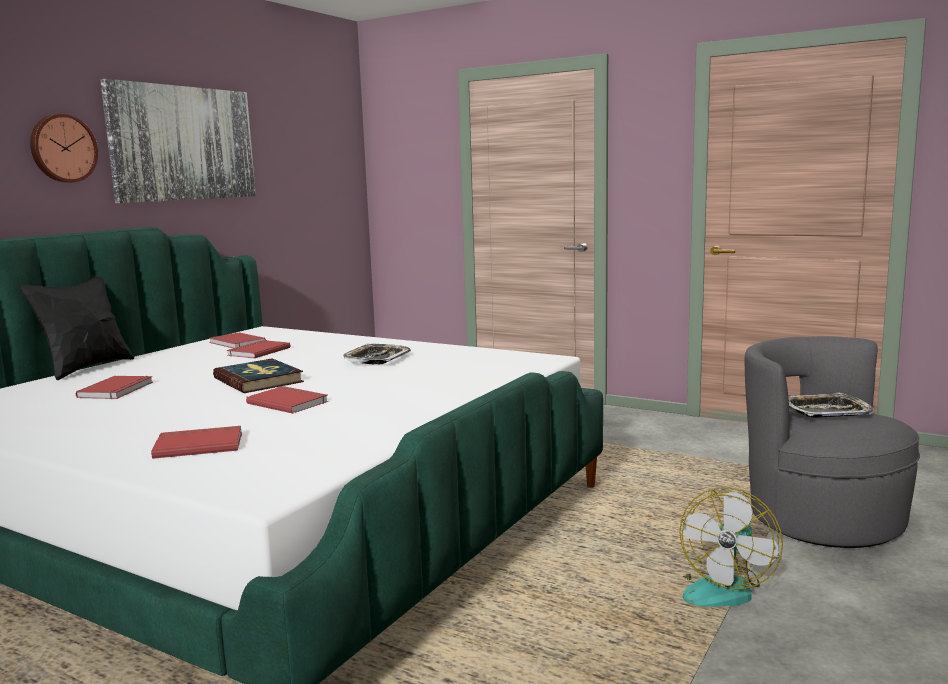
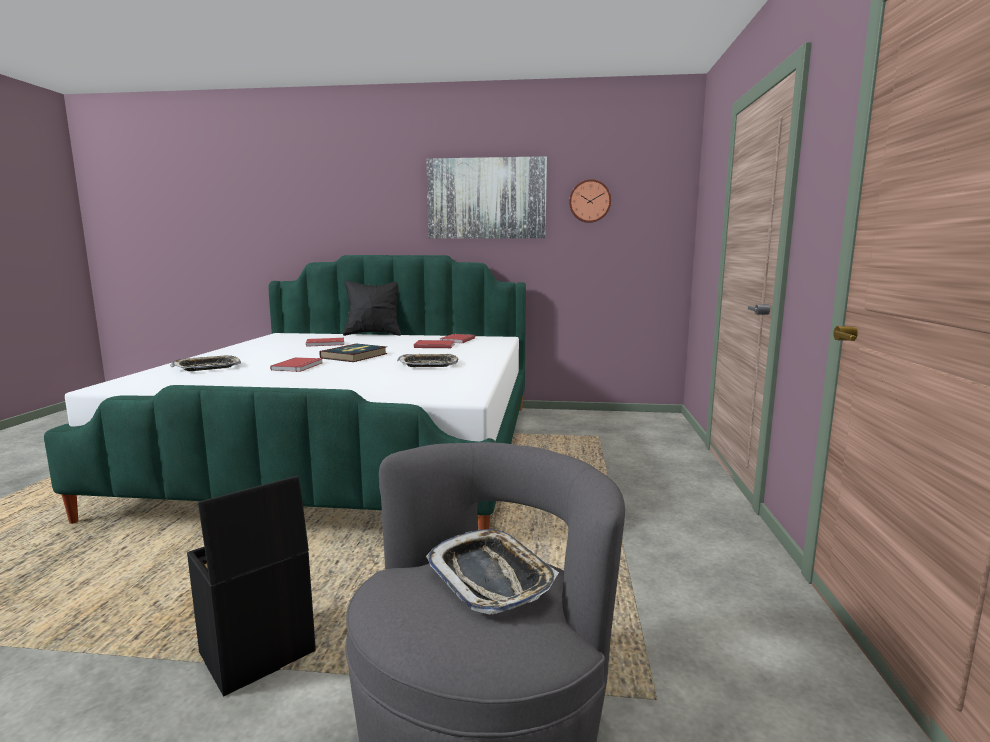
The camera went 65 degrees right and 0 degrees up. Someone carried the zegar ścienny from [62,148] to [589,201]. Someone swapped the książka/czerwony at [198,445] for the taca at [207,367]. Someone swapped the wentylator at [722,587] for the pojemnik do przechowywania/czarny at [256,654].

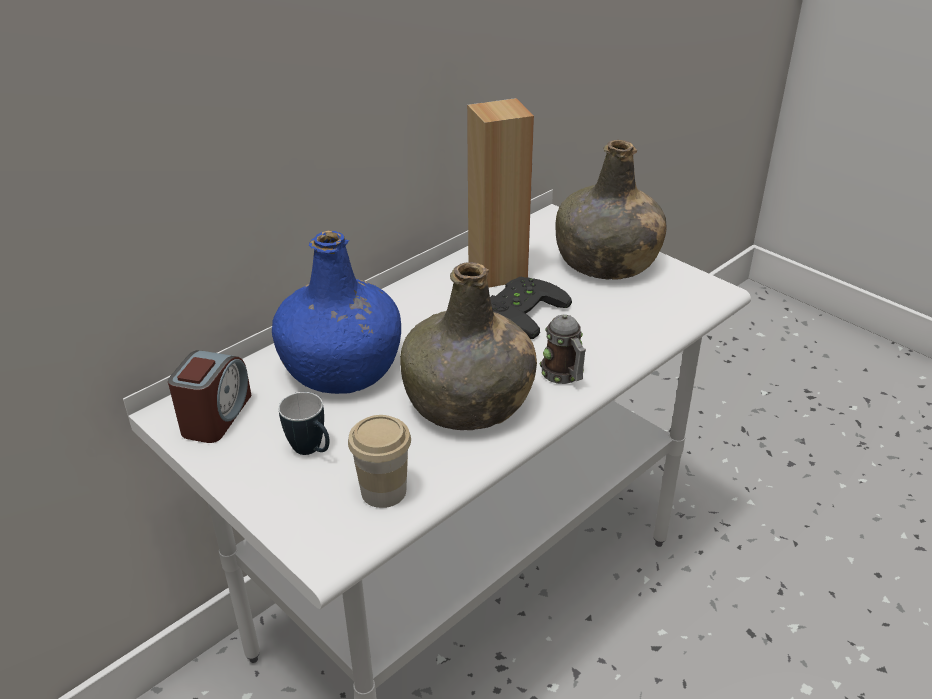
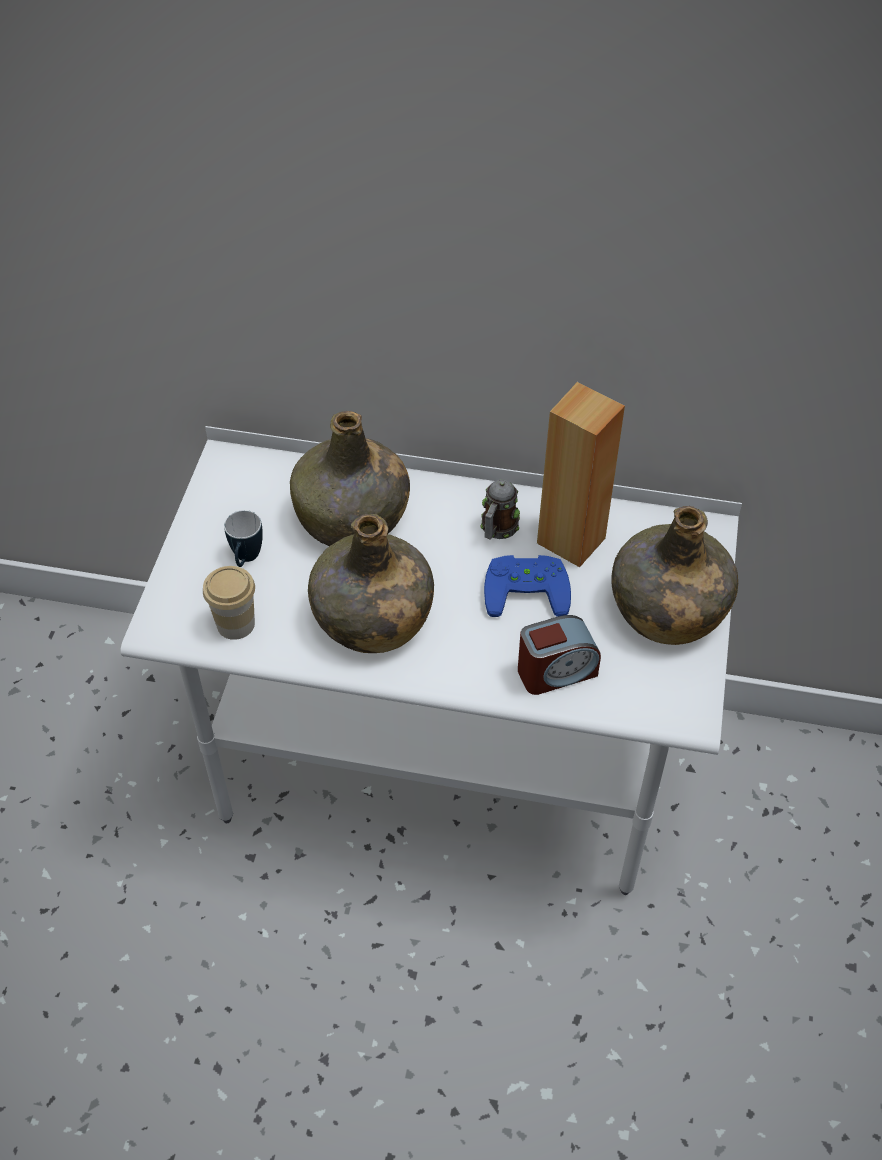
The camera went 55 degrees right and 15 degrees up. Someone repainted the butelka/niebieski at [343,367], which became the butelka/zielony at [352,518]. Someone repainted the pad do gier/czarny at [521,310], which became the pad do gier/niebieski at [527,587]. Someone carried the kubek from [564,375] to [497,529]. Someone carried the budzik from [216,416] to [556,671].

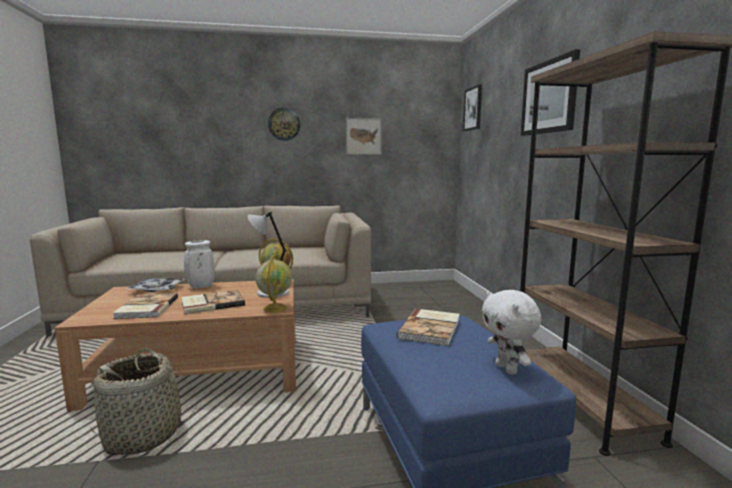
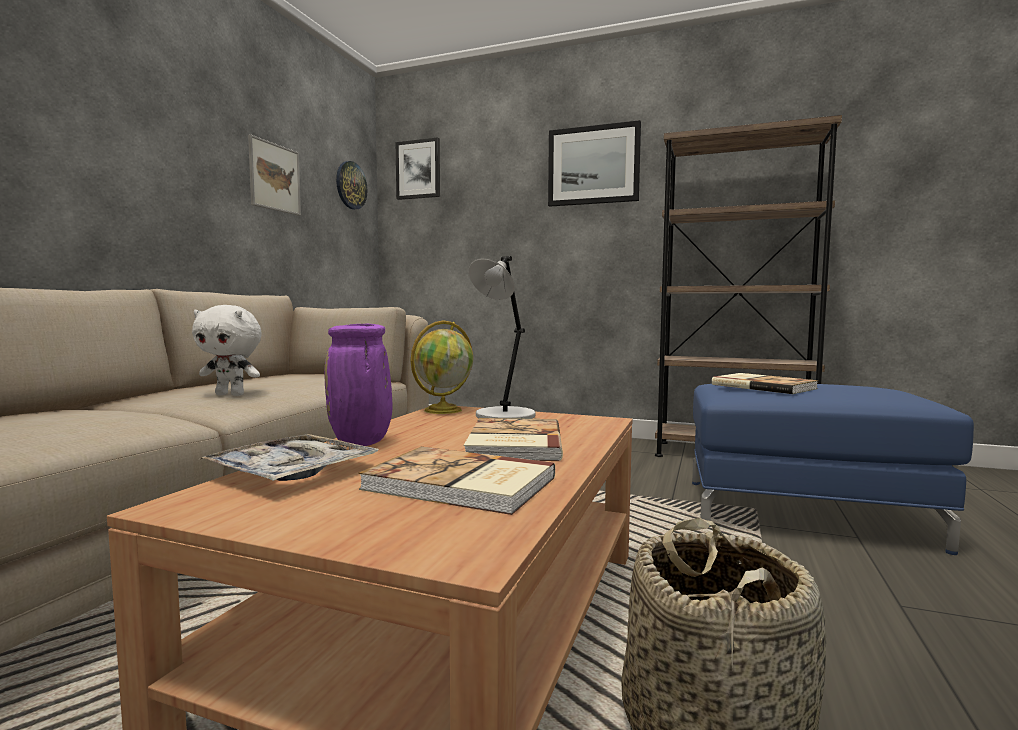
The camera went 60 degrees left and 5 degrees down. Someone carried the zegar ścienny from [284,124] to [350,185]. Someone repainted the wazon/biały at [200,287], which became the wazon/fioletowy at [361,443]. Someone took away the globus at [275,308]. Someone carried the pluszak/biały from [507,369] to [231,394].

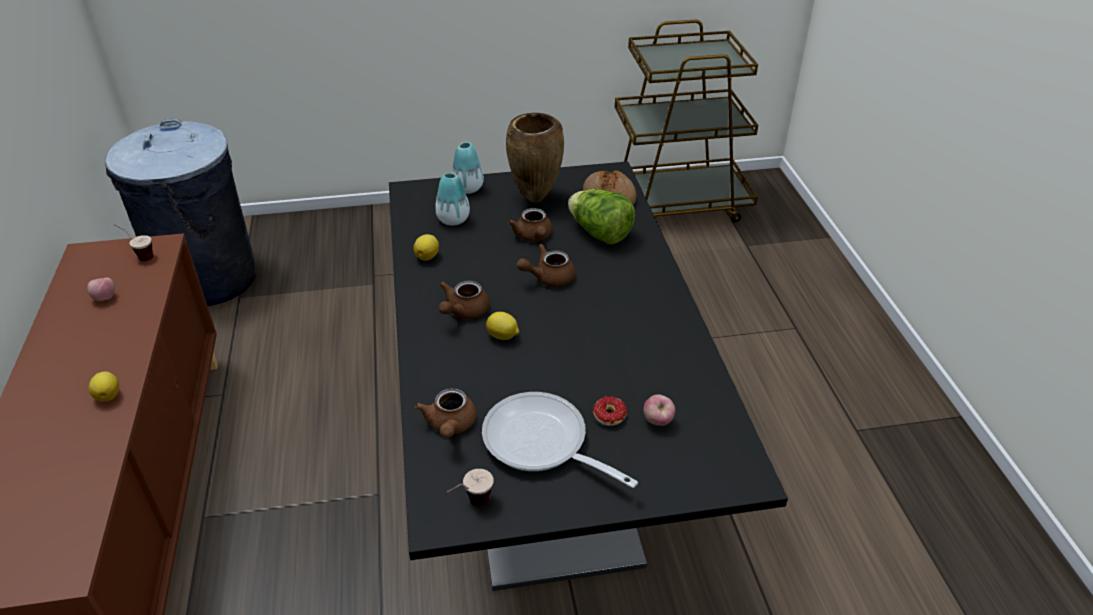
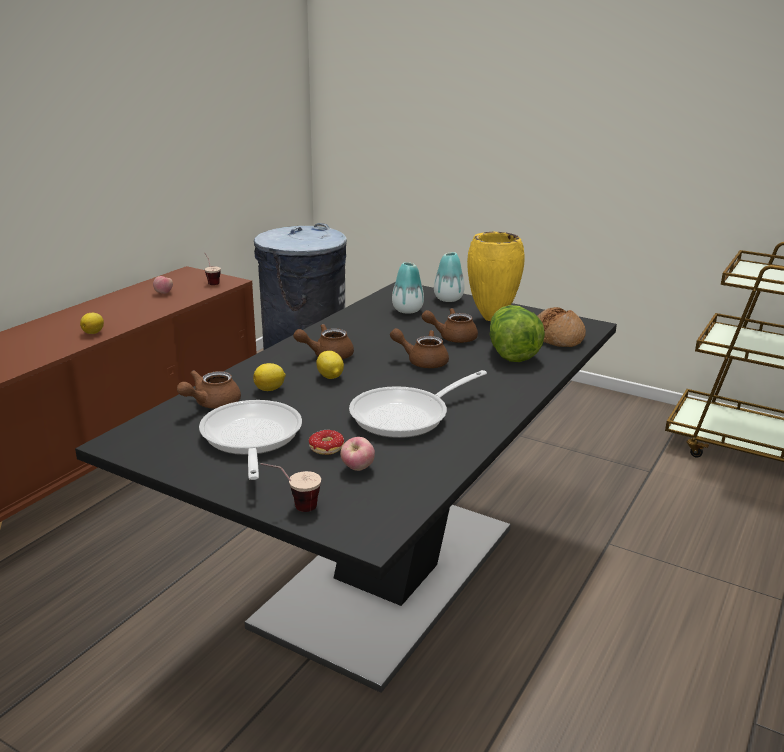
The camera went 40 degrees right and 15 degrees down. Someone repainted the wazon/brązowy at [535,199], which became the wazon/żółty at [490,319]. Someone rotated the imbryk/brązowy at [534,237] by 60 degrees clockwise. Someone carried the cytryna from [428,256] to [270,389]. Someone carried the filiżanka from [471,507] to [292,507]. Someone put down the patelnia at [407,416].

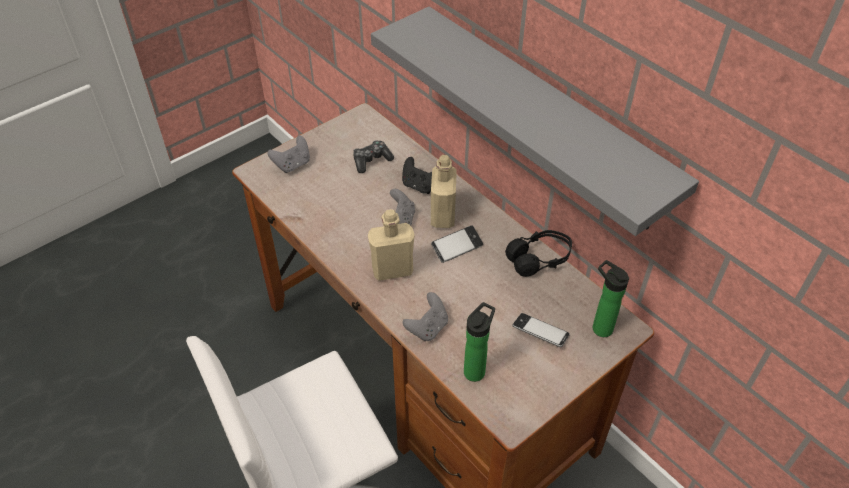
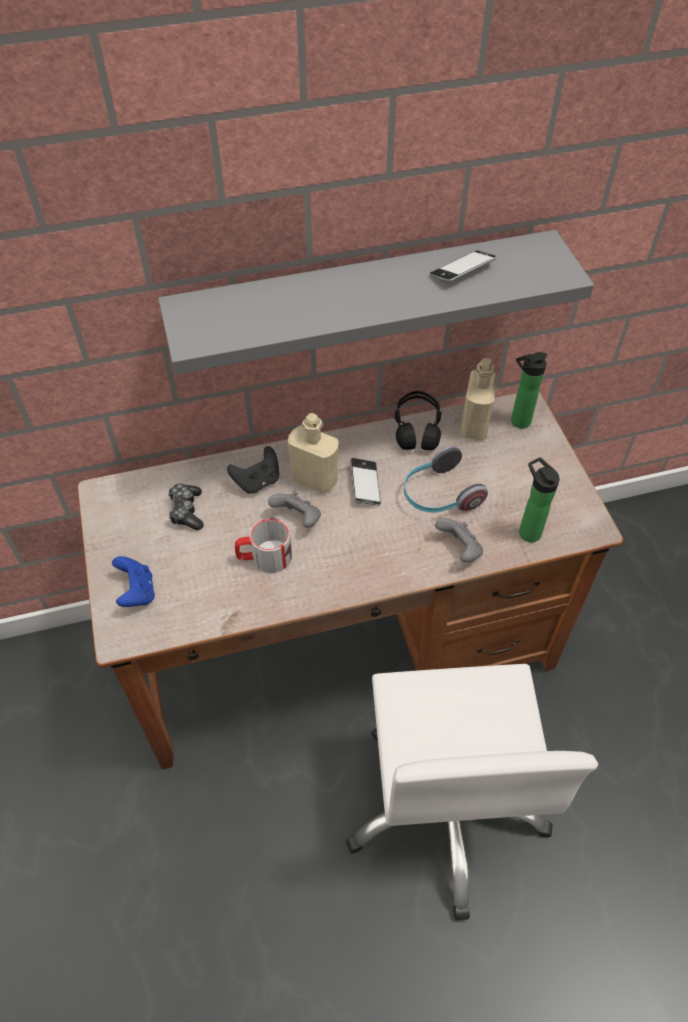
The camera went 65 degrees left and 5 degrees up. Someone repainted the pad do gier/szary at [292,164], which became the pad do gier/niebieski at [137,592]. Someone carried the butelka/beżowy from [392,270] to [474,426]. Someone carried the telefon from [540,333] to [462,271]. Someone put down the słuchawki at [439,495]. Someone put down the kubek at [264,557].

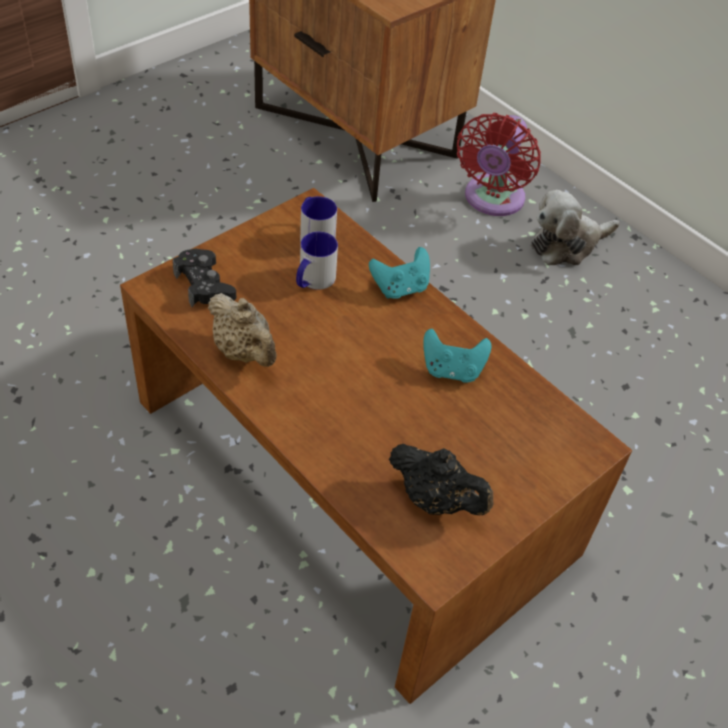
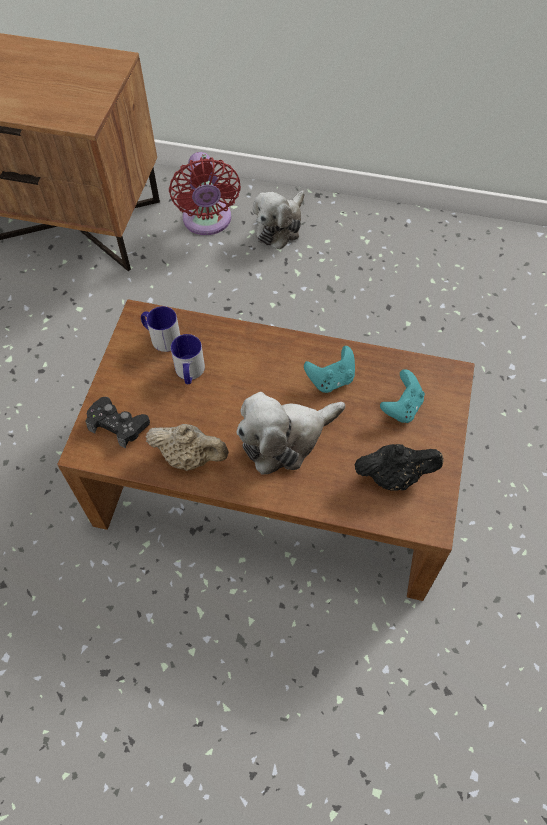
The camera went 30 degrees left and 10 degrees up. Someone carried the pad do gier/turkusowy from [400,288] to [402,407]. Someone put down the pluszak at [286,439].

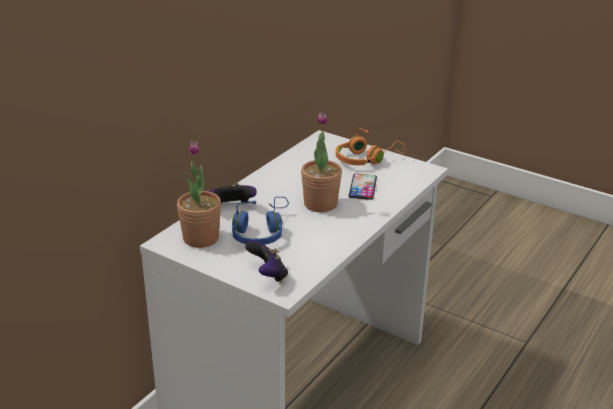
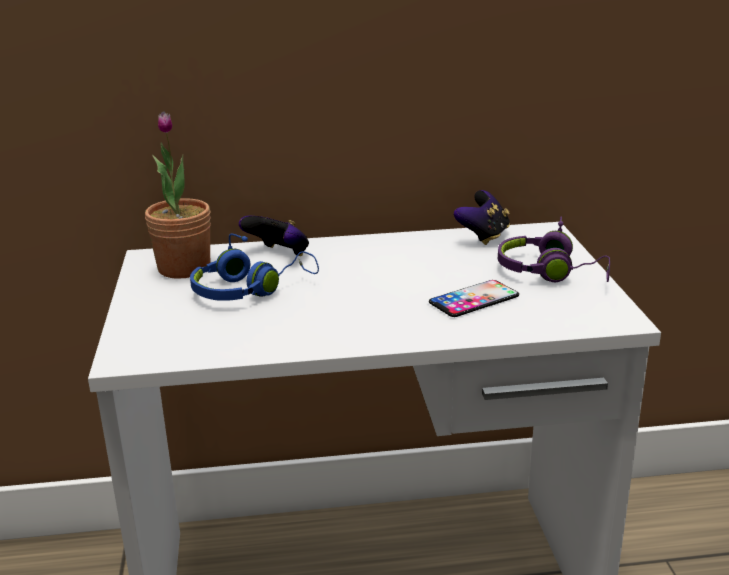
The camera went 50 degrees right and 5 degrees down. Someone took away the roślina doniczkowa at [320,204]. Someone repainted the słuchawki/pomarańczowy at [366,159], which became the słuchawki/fioletowy at [551,272]. Someone carried the pad do gier from [268,275] to [483,236].

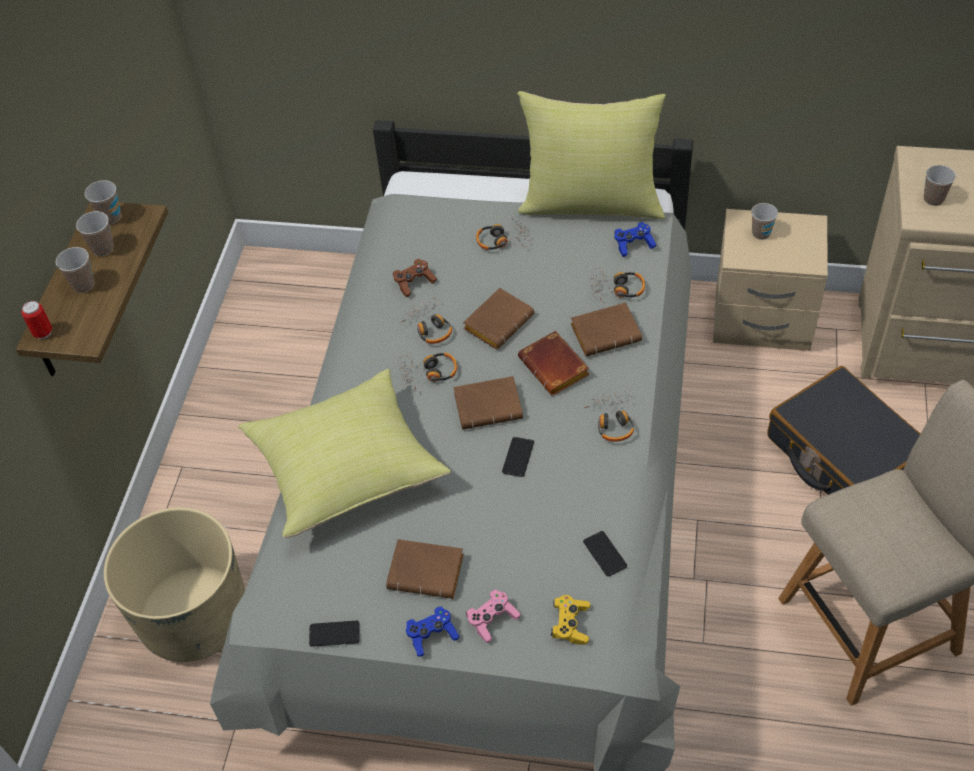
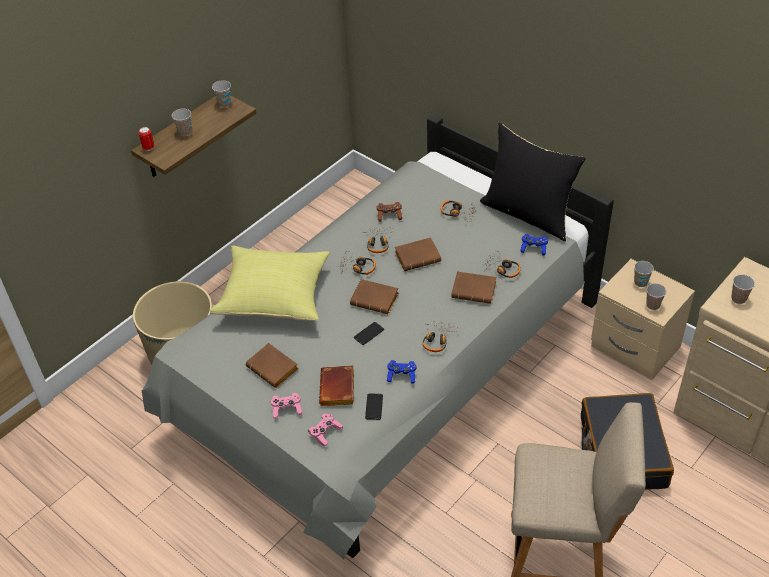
The camera went 30 degrees right and 5 degrees down. Someone repainted the poduszka/żółty at [591,202], which became the poduszka/czarny at [529,214]. Someone carried the filiżanka from [103,248] to [653,305]. Someone carried the książka/brązowy from [556,368] to [338,390]. Someone repainted the pad do gier/żółty at [570,624], which became the pad do gier/różowy at [325,433]. Someone carried the pad do gier/niebieski from [432,635] to [401,375]. Someone took away the telefon at [334,634].

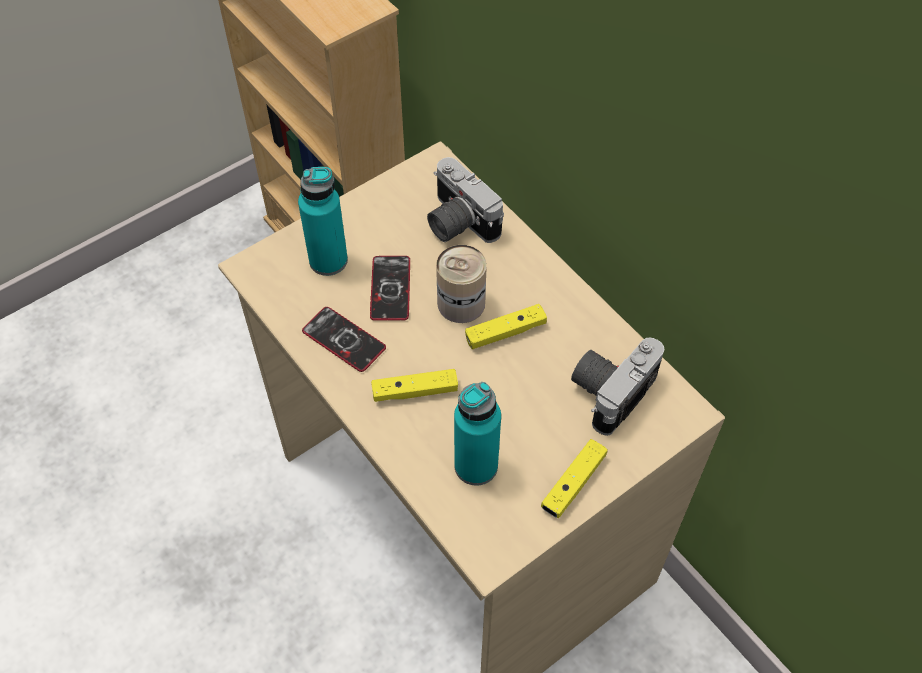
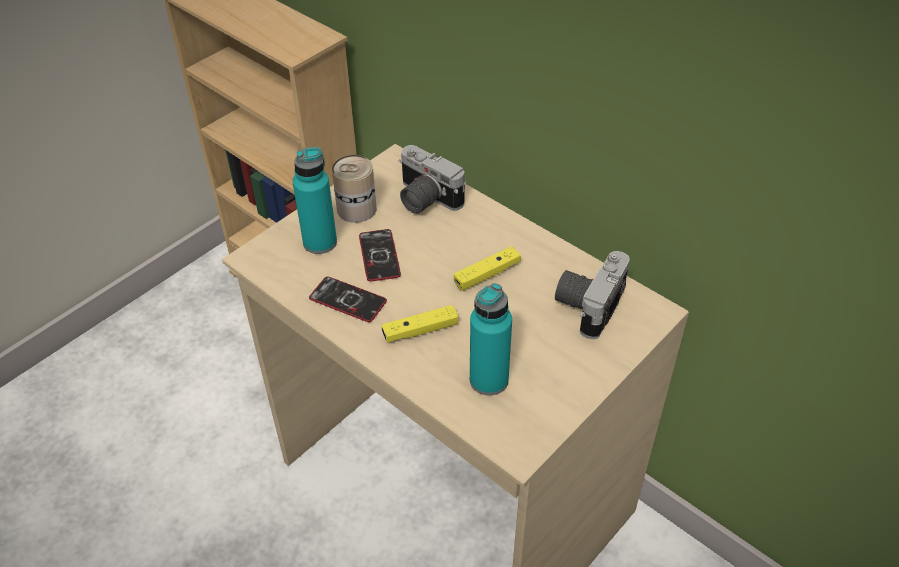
The camera went 10 degrees left and 10 degrees down. Someone carried the puszka from [461,303] to [356,209]. Someone took away the pad do gier/żółty at [573,483].

